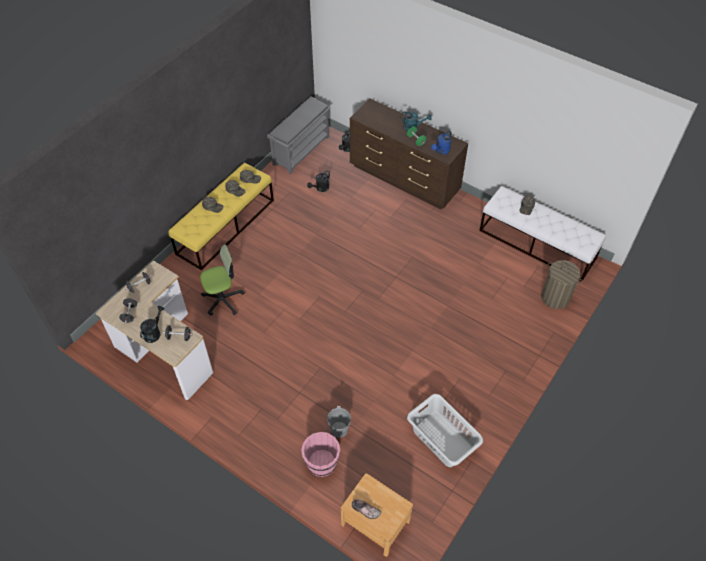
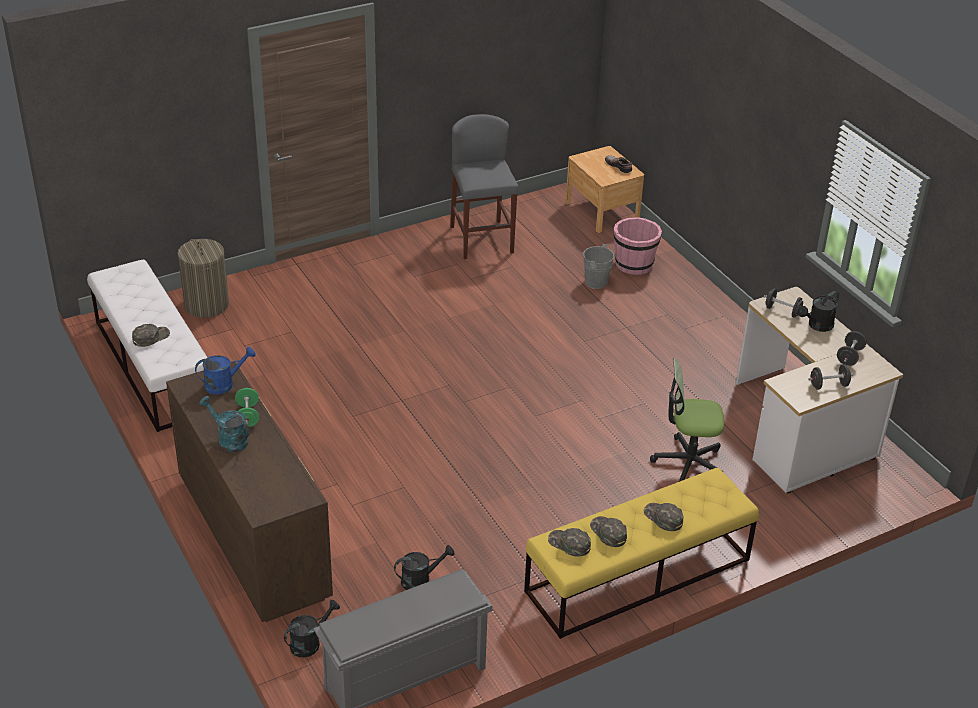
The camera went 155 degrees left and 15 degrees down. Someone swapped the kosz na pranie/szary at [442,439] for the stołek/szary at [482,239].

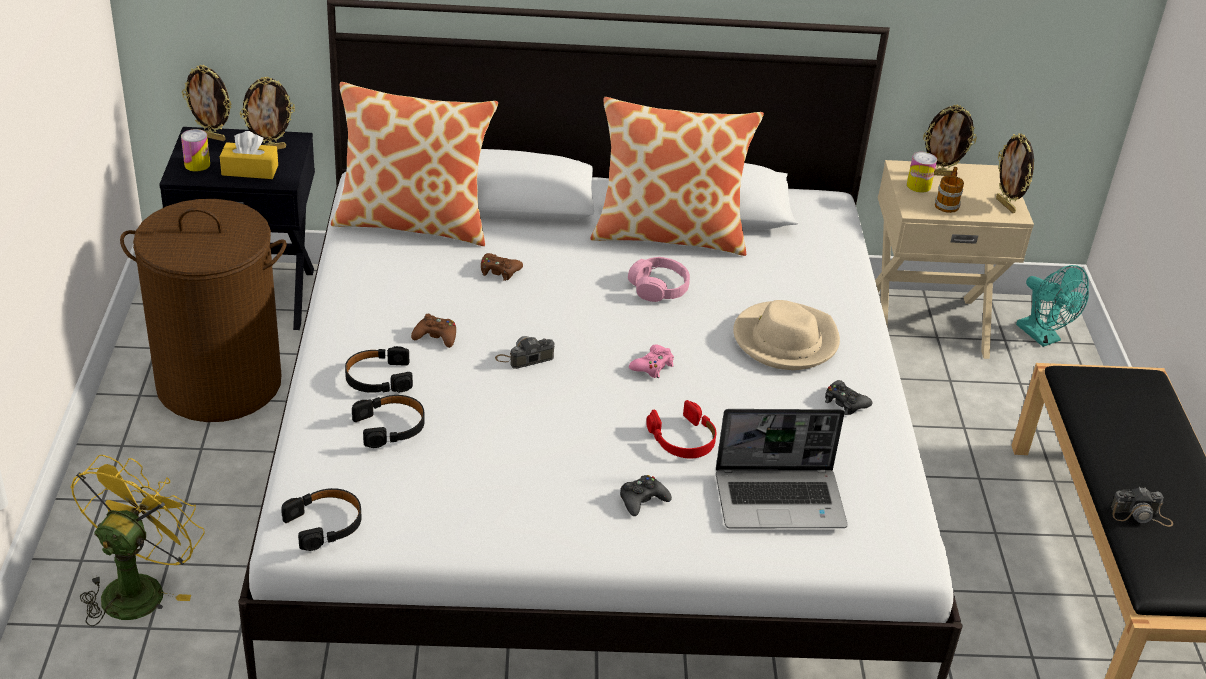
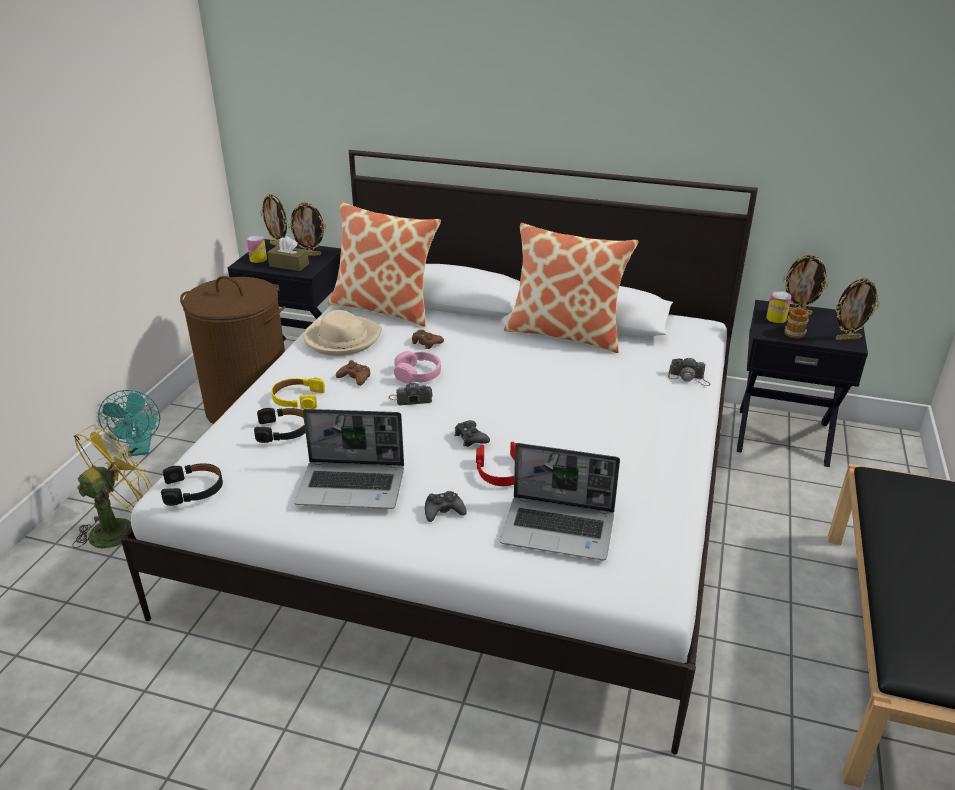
The camera went 20 degrees right and 5 degrees down. Someone repainted the pudełko chusteczek/żółty at [250,170], which became the pudełko chusteczek/brązowy at [289,265]. Someone rotated the ramka na zdjęcie at [1006,205] by 90 degrees counterclockwise. Someone repainted the szafka nocna/beżowy at [925,323], which became the szafka nocna/czarny at [782,435]. Someone carried the słuchawki/różowy from [658,287] to [417,374]. Someone carried the wentylator/turkusowy from [1043,337] to [140,449]. Someone carried the kapelusz/beżowy from [785,340] to [342,339]. Someone took away the pad do gier/różowy at [652,366]. Someone repainted the słuchawki/czarny at [378,378], which became the słuchawki/żółty at [297,399]. Someone carried the pad do gier/czarny from [845,403] to [470,438]. Someone carried the aparat fotograficzny from [1141,515] to [689,378]. Someone put down the laptop at [353,486].

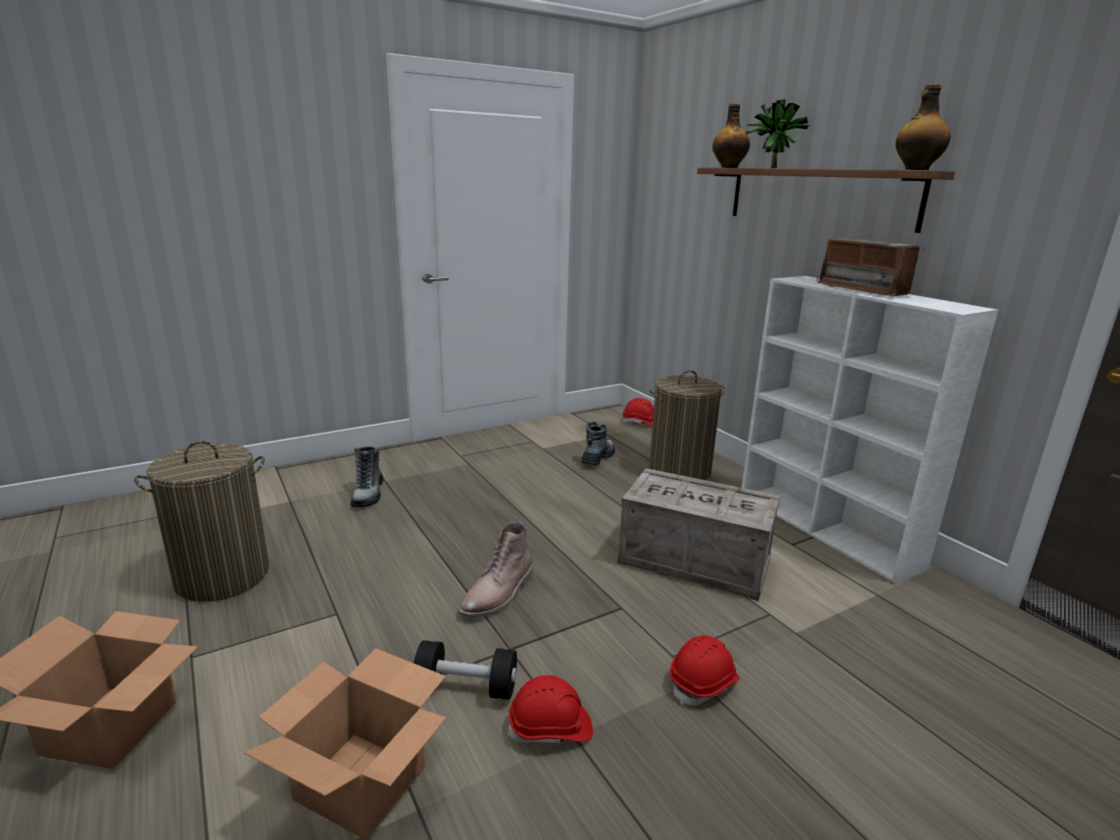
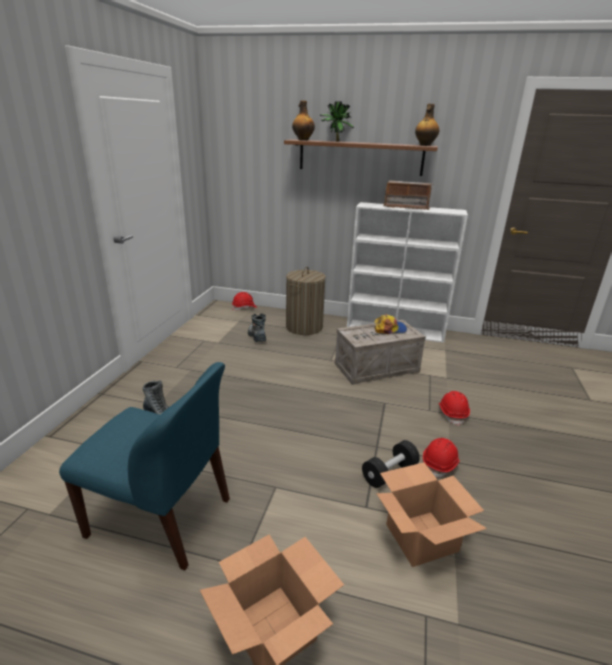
The camera went 45 degrees left and 5 degrees up. Someone swapped the kosz na pranie at [222,576] for the krzesło/niebieski at [163,518]. Someone took away the but z cholewką/brązowy at [498,595]. Someone put down the czapka z daszkiem at [389,329].

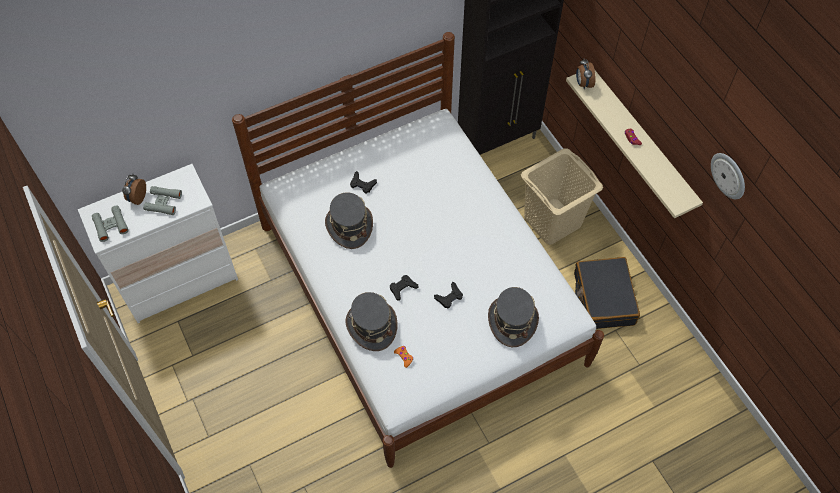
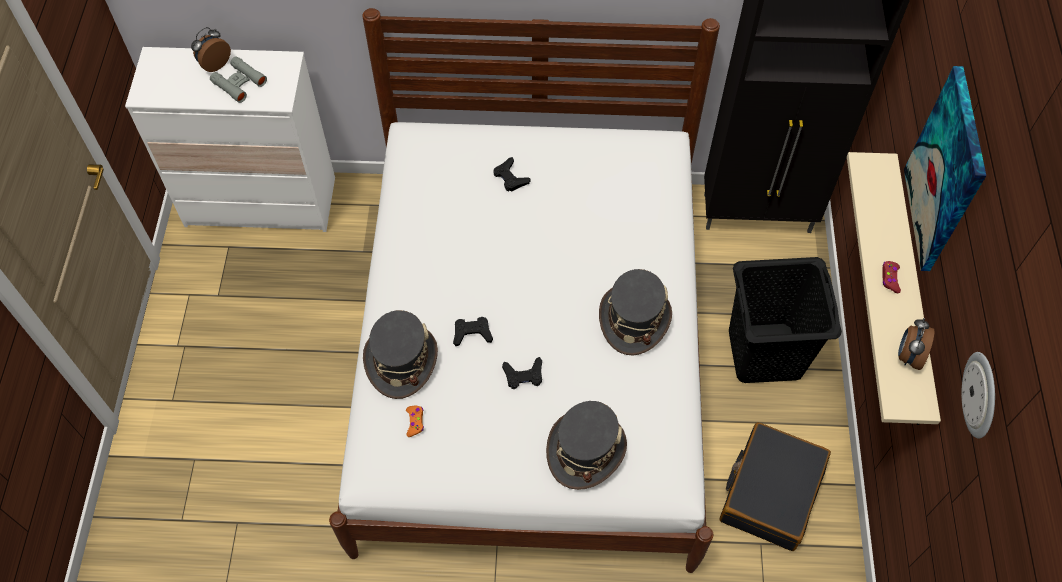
The camera went 30 degrees right and 0 degrees up. Someone carried the budzik from [583,84] to [908,355]. Someone repainted the kosz na pranie/beżowy at [552,221], which became the kosz na pranie/czarny at [765,353]. Someone carried the kapelusz/szary from [349,226] to [634,319]. Someone took away the lornetka/szary at [111,225]. Someone put up the obraz at [946,172].

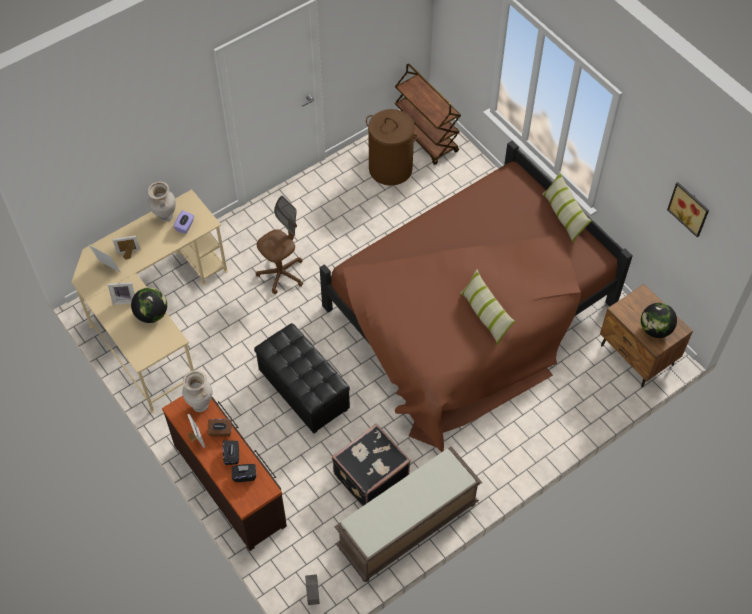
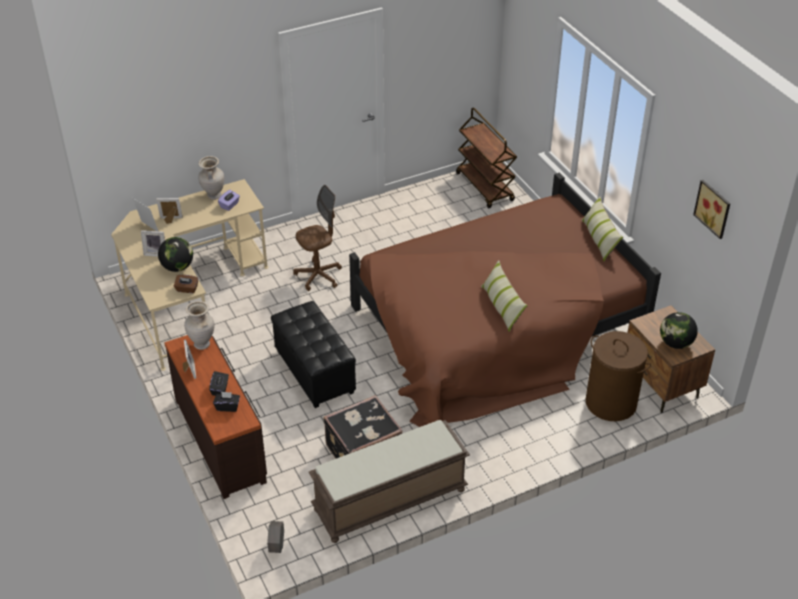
The camera went 10 degrees right and 15 degrees down. Someone carried the kosz na pranie/brązowy from [390,169] to [611,403]. Someone carried the pudełko chusteczek/brązowy from [220,431] to [187,289].

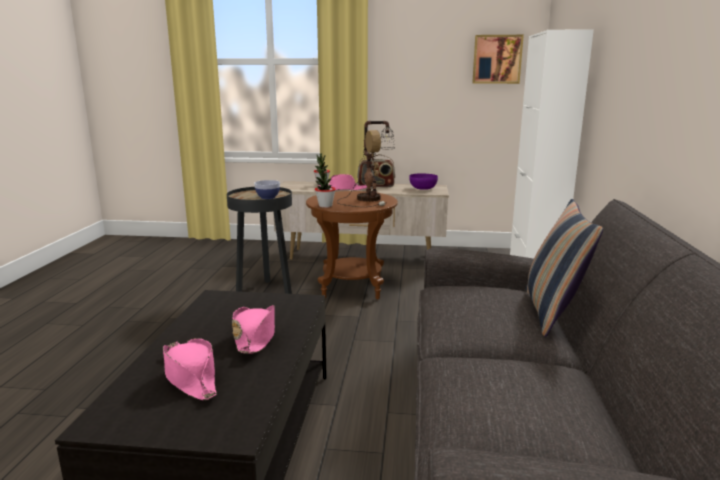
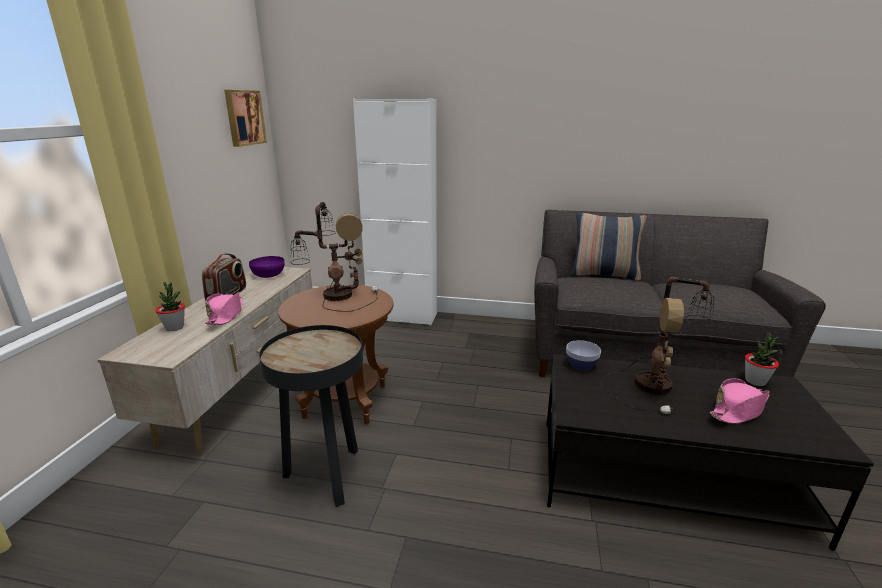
The camera went 85 degrees left and 5 degrees up. Someone carried the roślina doniczkowa from [325,206] to [755,381]. Someone carried the miska from [267,197] to [581,365]. Someone swapped the kapelusz/różowy at [255,337] for the lampa stołowa at [654,384].

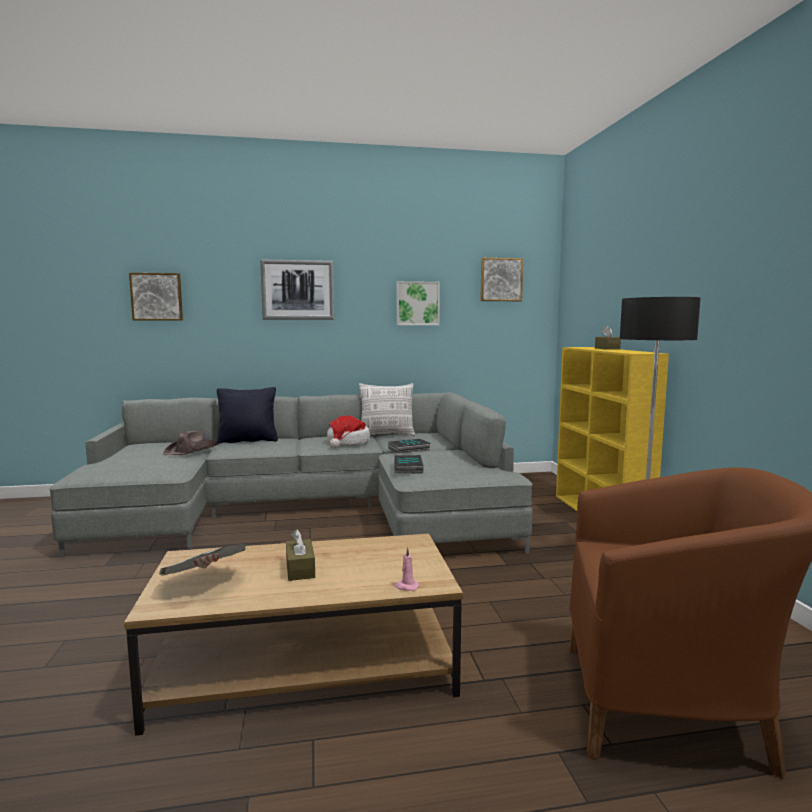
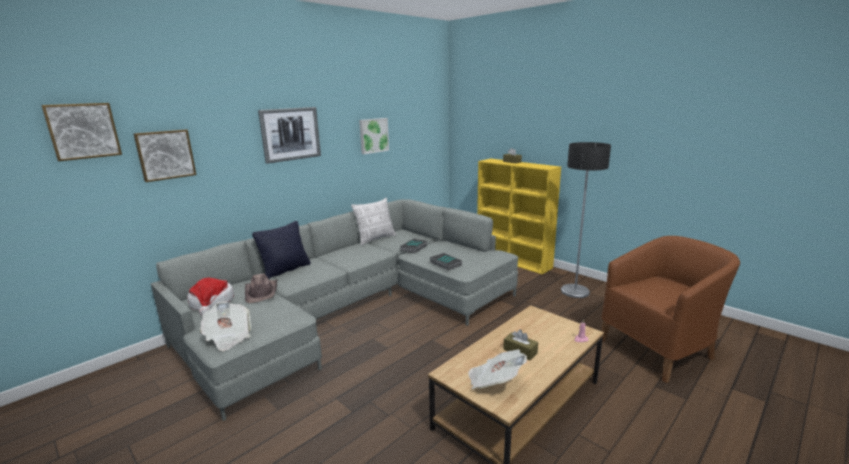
The camera went 35 degrees left and 10 degrees up. Someone carried the obraz from [500,280] to [83,131]. Someone carried the kapelusz from [347,443] to [212,303]. Someone put down the gazeta at [228,337].

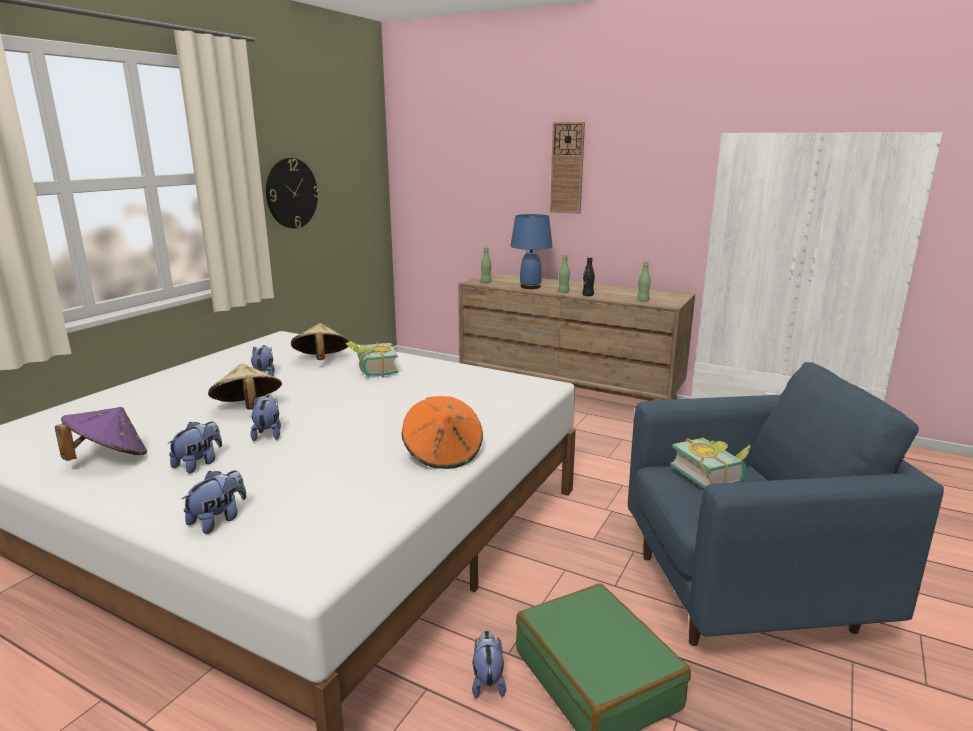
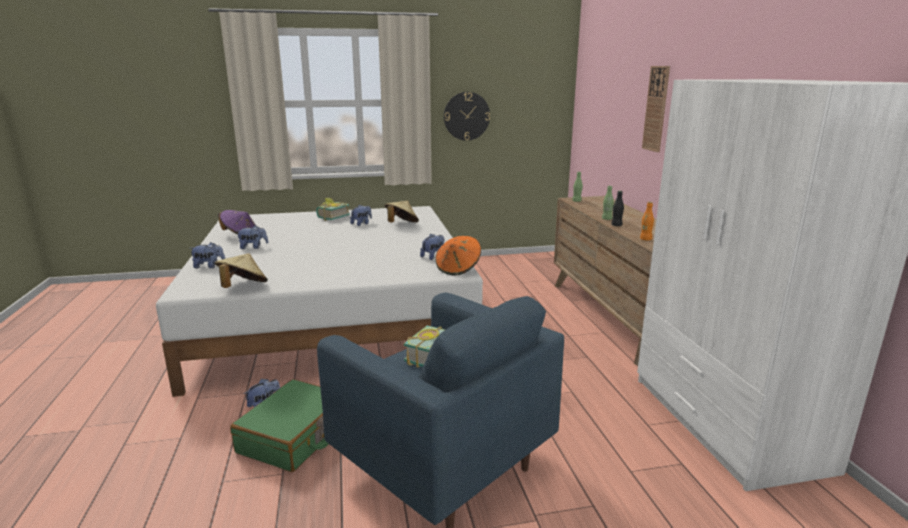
The camera went 50 degrees right and 0 degrees up. Someone took away the lampa stołowa/niebieski at [530,287]. Someone repainted the butelka/zielony at [643,301], which became the butelka/pomarańczowy at [645,239]. Someone carried the książka from [372,371] to [331,217]. Someone carried the kapelusz/beżowy from [247,409] to [243,287]. Someone carried the pluszak from [268,434] to [433,256]. Someone carried the kapelusz/pomarańczowy from [443,454] to [458,269].

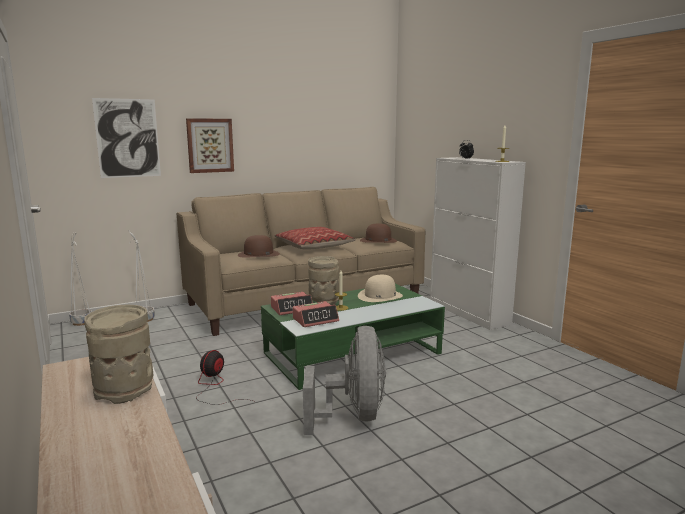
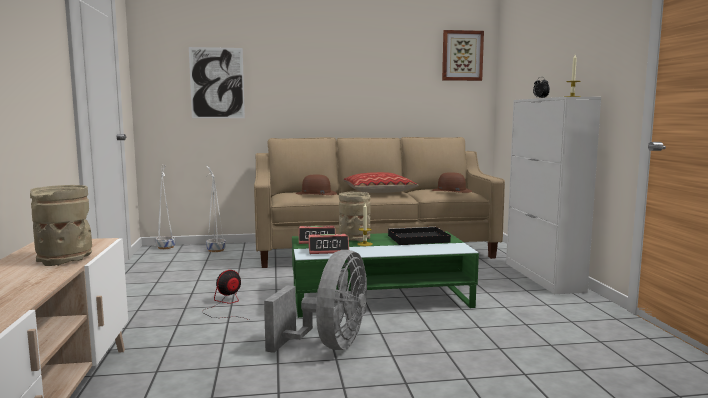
The camera went 20 degrees right and 5 degrees down. Someone carried the obraz from [210,145] to [462,55]. Someone swapped the kapelusz/beżowy at [380,296] for the taca/czarny at [417,239].

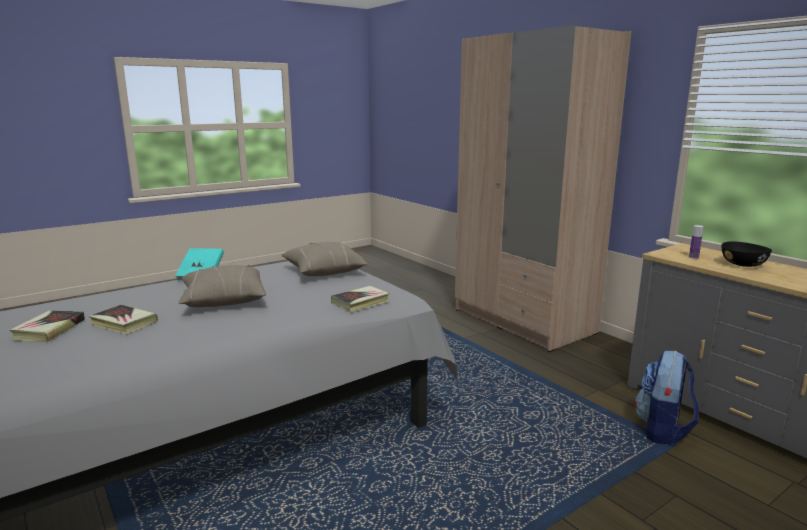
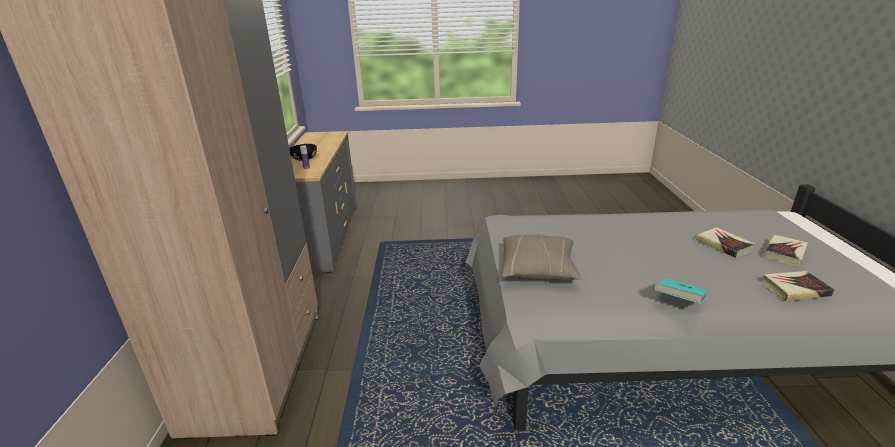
The camera went 145 degrees left and 10 degrees up. Someone took away the poduszka/beżowy at [223,300]. Someone carried the książka from [360,302] to [795,289]. Someone took away the plecak at [663,430].

